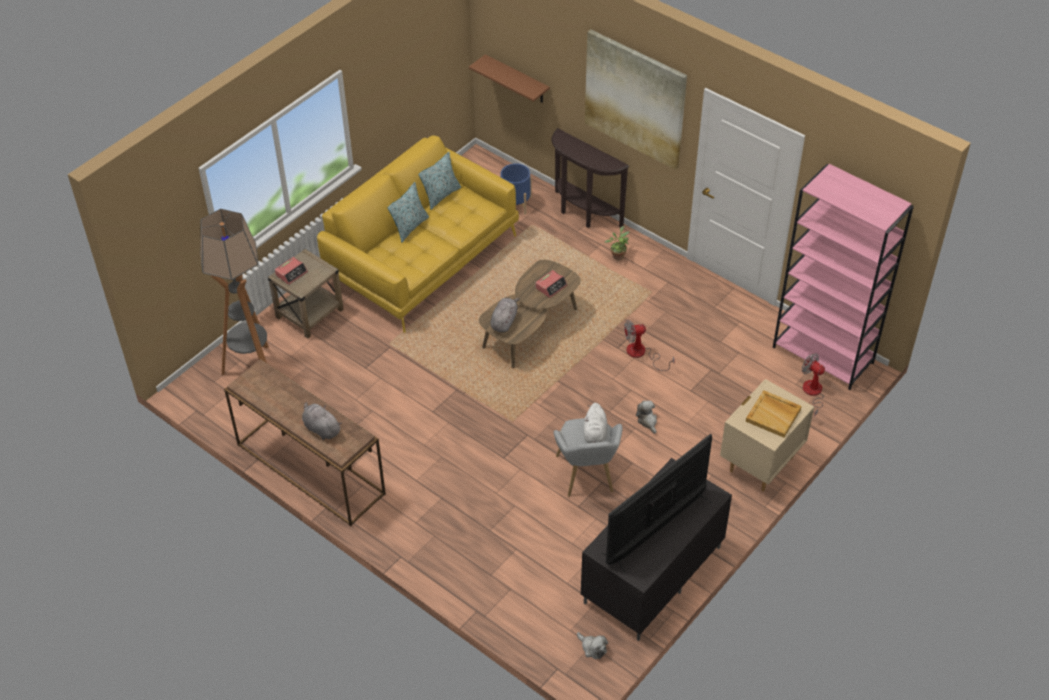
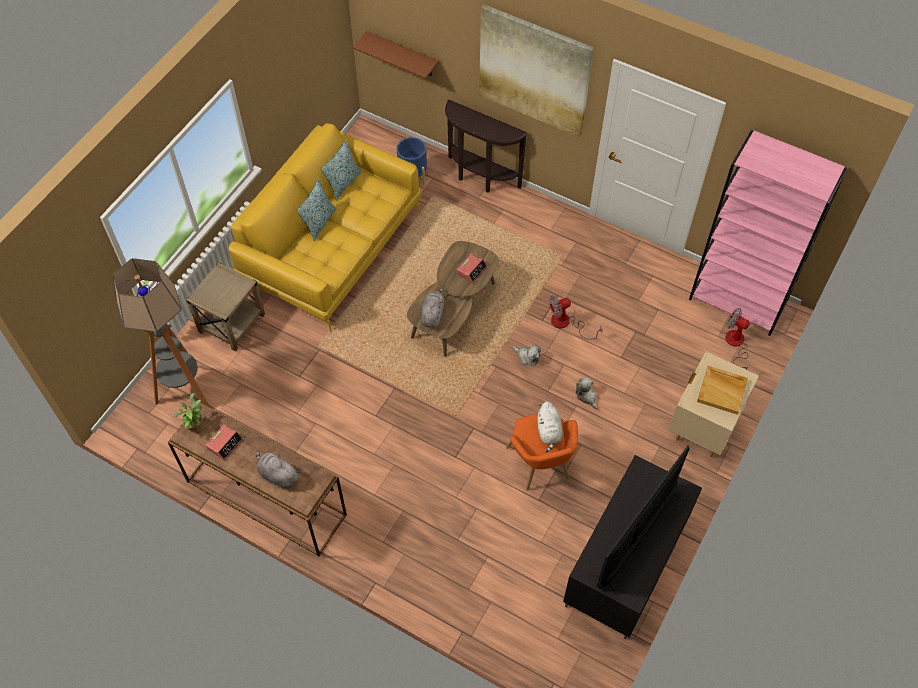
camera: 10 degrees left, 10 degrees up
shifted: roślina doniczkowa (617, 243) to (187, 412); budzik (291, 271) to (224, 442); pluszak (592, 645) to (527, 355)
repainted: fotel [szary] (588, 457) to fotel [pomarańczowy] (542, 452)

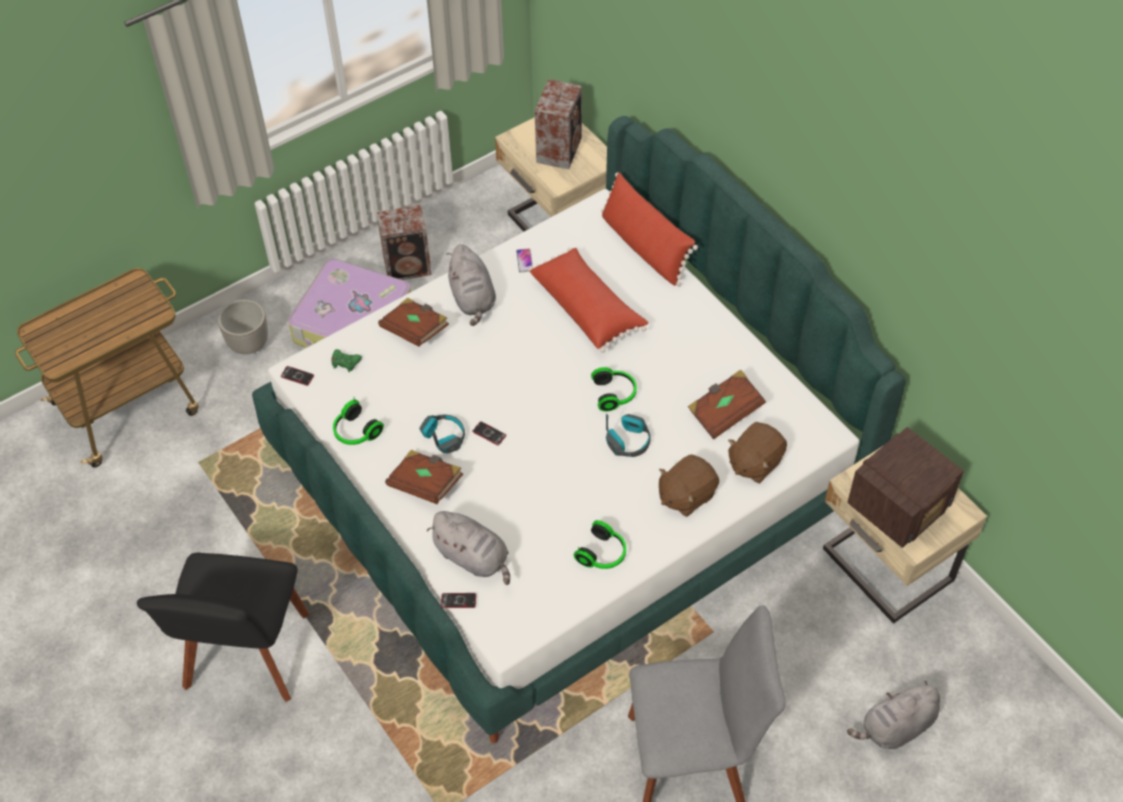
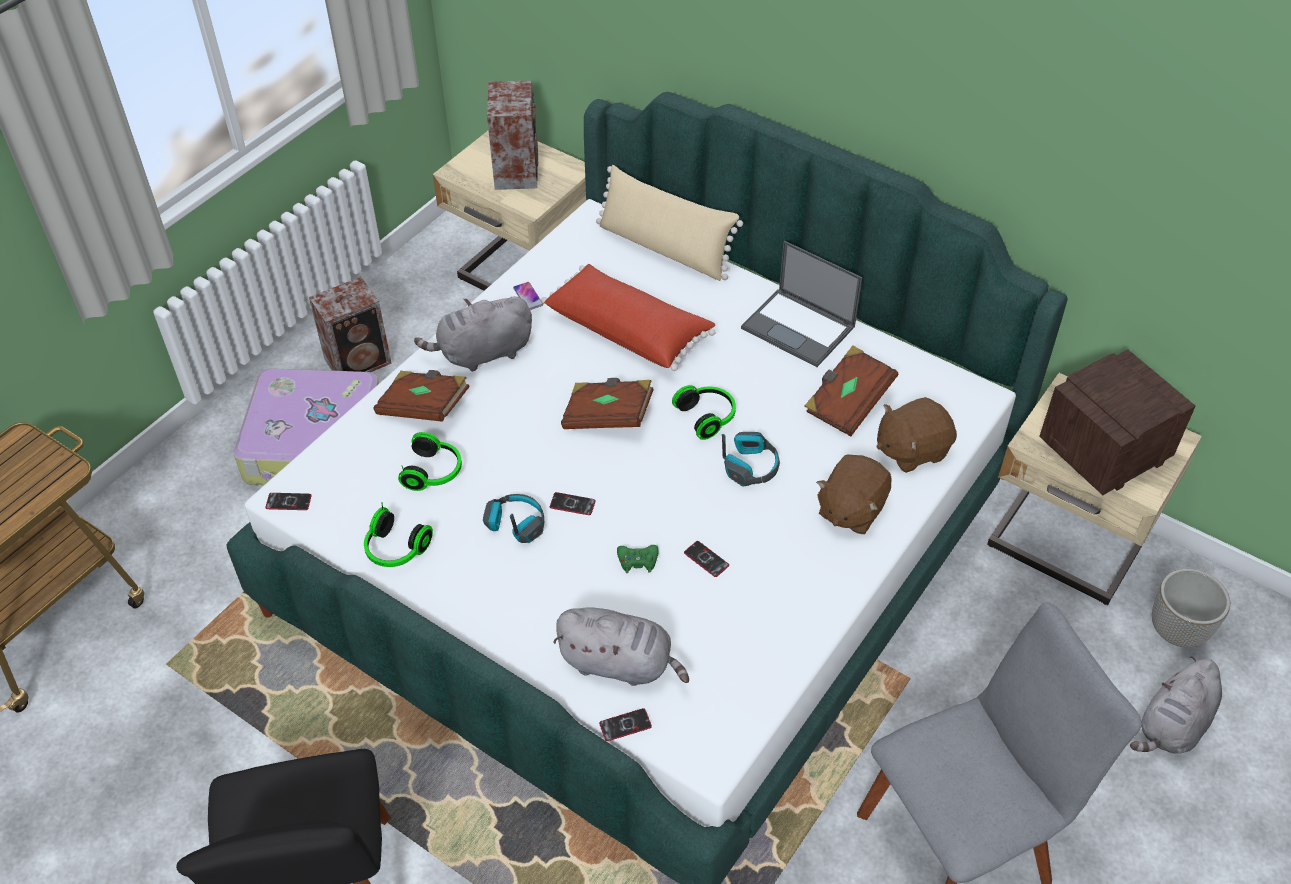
camera: 20 degrees left, 5 degrees down
new: telefon (706, 559); laptop (801, 304)
shifted: słuchawki (600, 544) to (430, 461); książka [brązowy] (424, 477) to (607, 403); pad do gier [zielony] (347, 360) to (638, 559); donica (243, 326) to (1191, 608)
repainted: poduszka [czerwony] (649, 229) to poduszka [beżowy] (669, 223)
rotated: pluszak [szary] (471, 285) = (473, 334) 105 degrees clockwise; pluszak [brązowy] (757, 452) = (917, 435) 45 degrees clockwise; radio (905, 487) = (1117, 422) 150 degrees counterclockwise

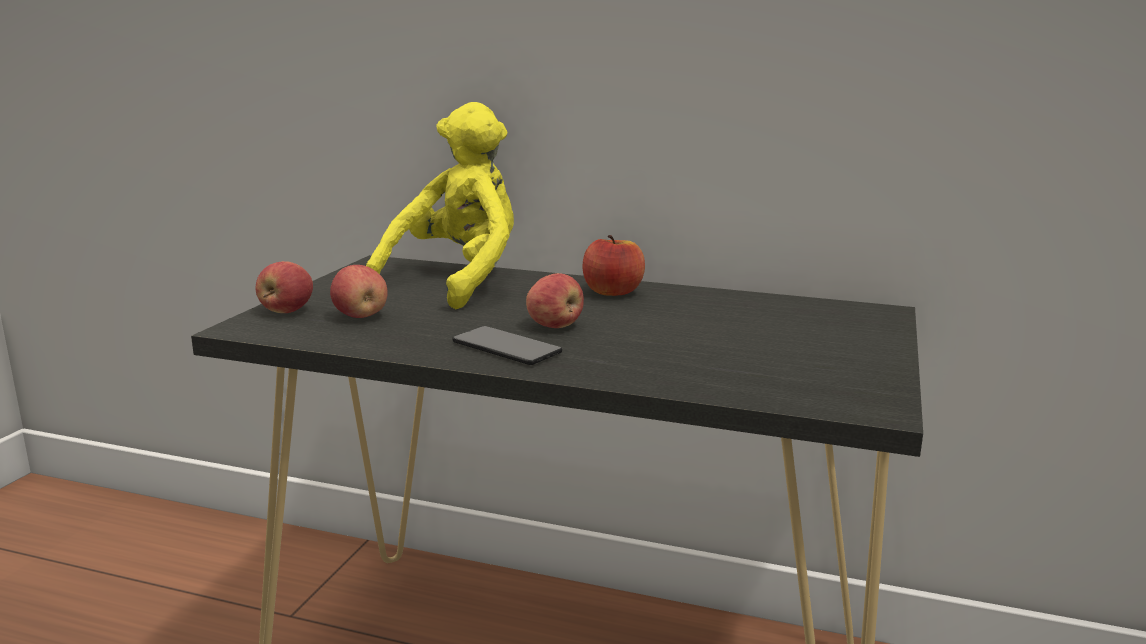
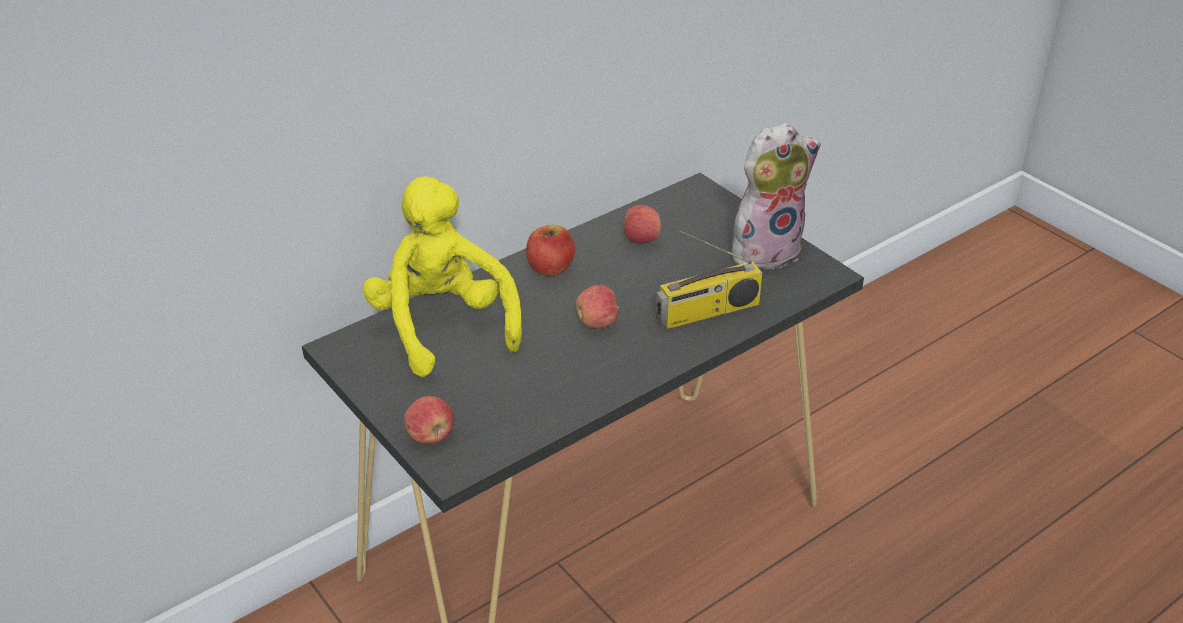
camera: 55 degrees left, 20 degrees up
gone: telefon (507, 345)
new: radio (709, 279); pluszak (776, 195)
shifted: jabłko (359, 291) to (642, 224)

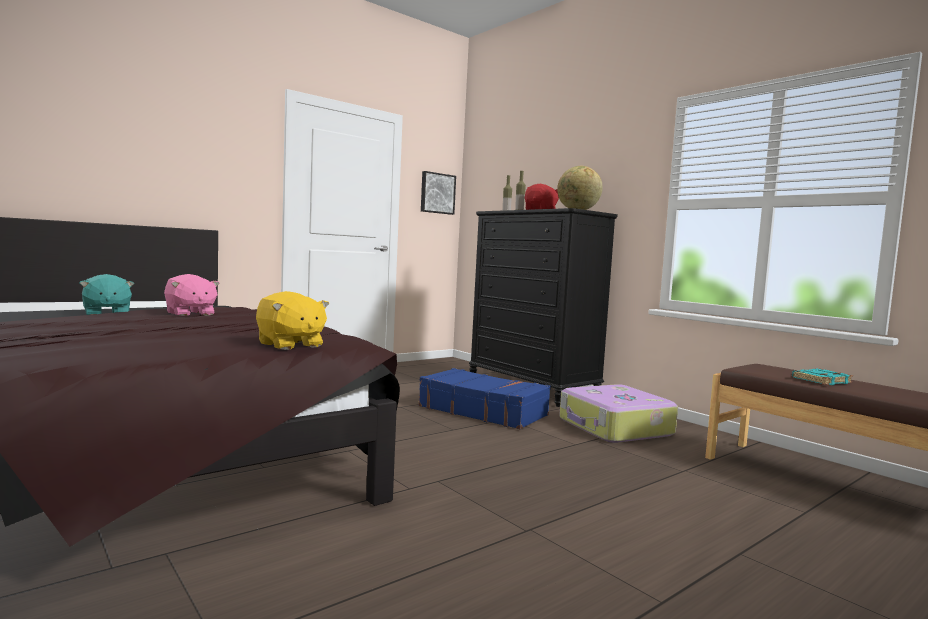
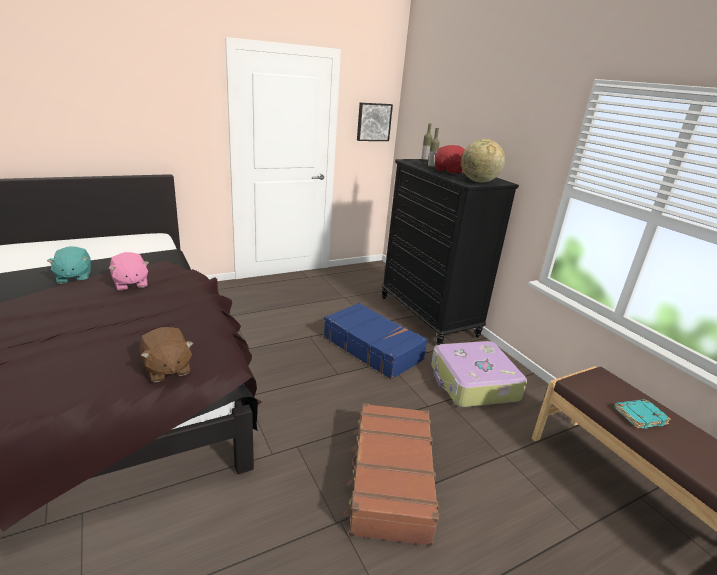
camera: 10 degrees right, 20 degrees up
new: walizka [brązowy] (391, 474)
repainted: pluszak [żółty] (292, 320) to pluszak [brązowy] (166, 355)

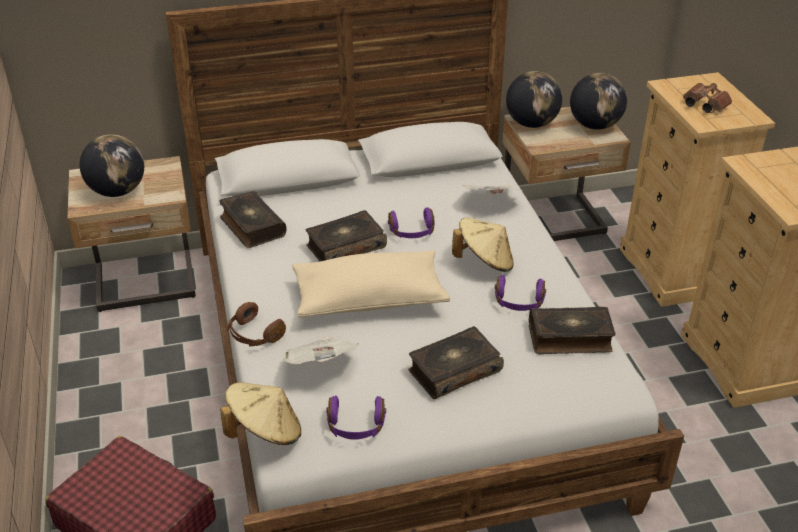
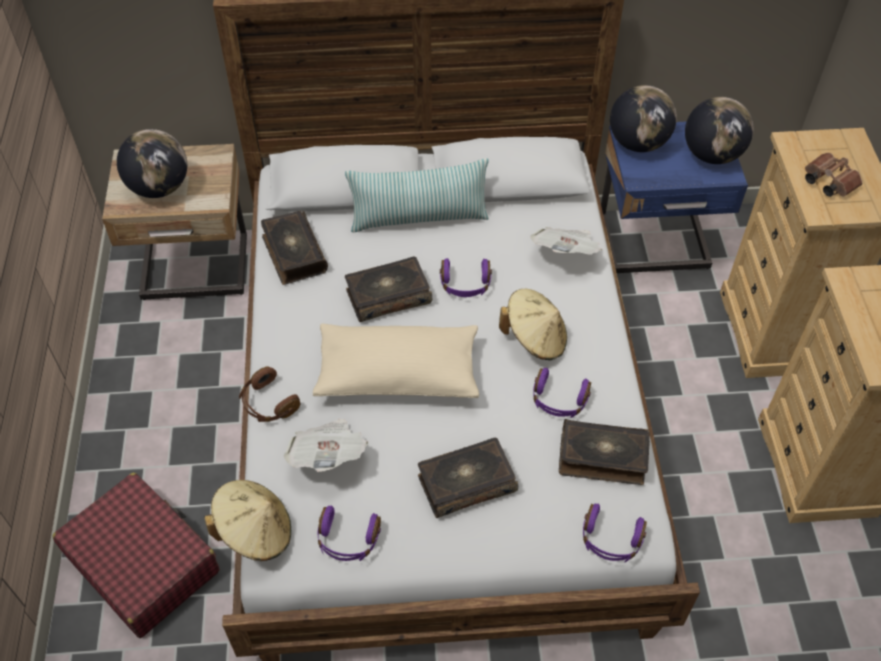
camera: 10 degrees right, 15 degrees up
new: poduszka (417, 195); słuchawki [fioletowy] (615, 533)
repainted: szafka nocna [beżowy] (566, 174) to szafka nocna [niebieski] (674, 197)

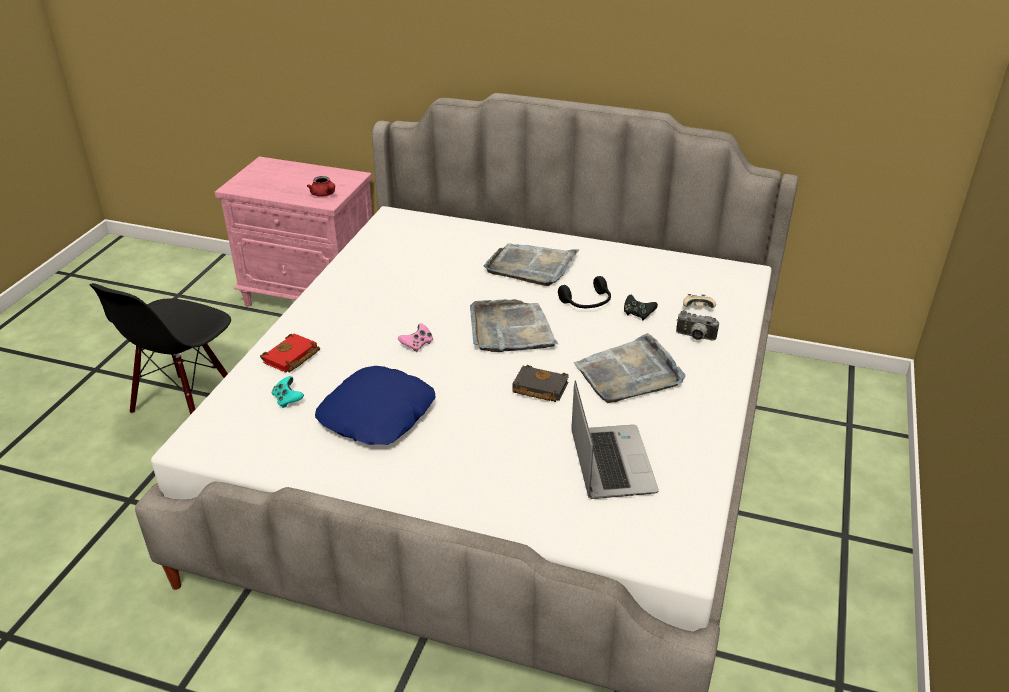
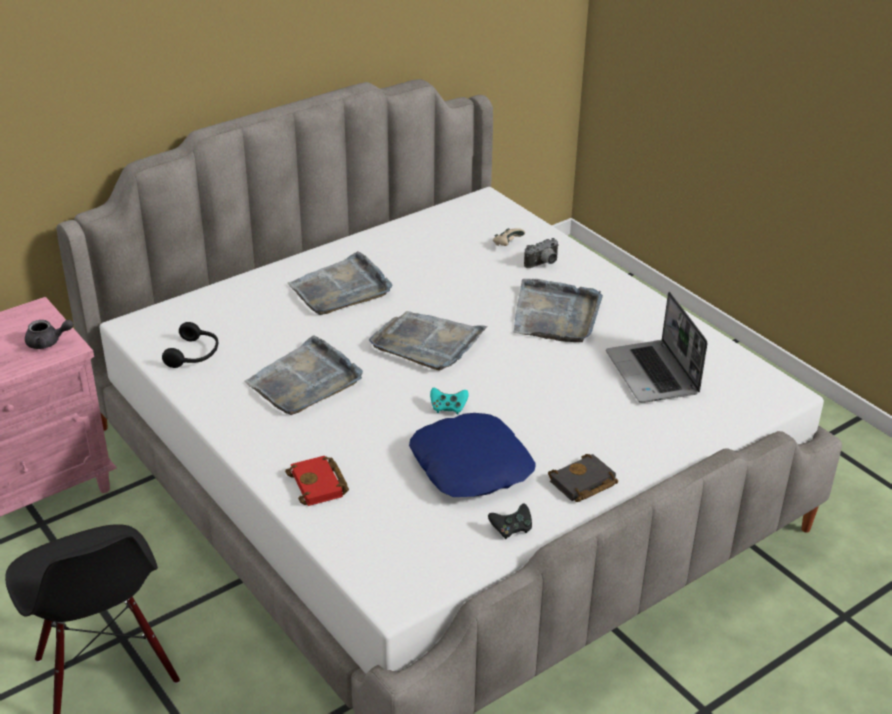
camera: 55 degrees left, 0 degrees up
gone: pad do gier [różowy] (415, 337)
new: taca [szary] (303, 375)
shifted: słuchawki [czarny] (584, 292) to (190, 345); pad do gier [turkusowy] (288, 392) to (449, 401); pad do gier [czarny] (641, 307) to (510, 521); książka [czarny] (540, 383) to (583, 478)
repainted: imbryk [czerwony] (321, 186) to imbryk [szary] (49, 334)
rotated: laptop (615, 440) = (656, 347) 135 degrees counterclockwise

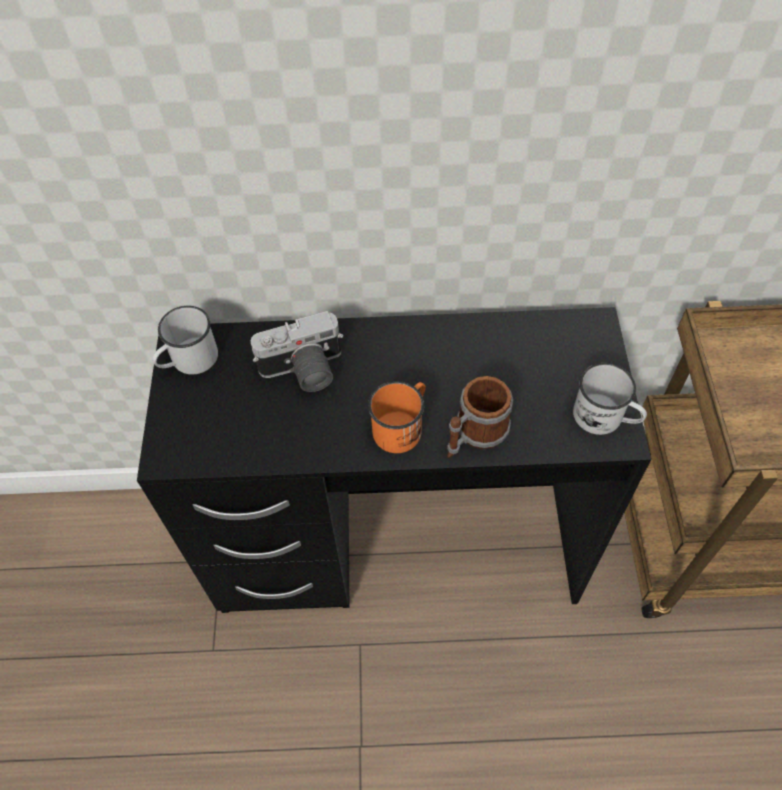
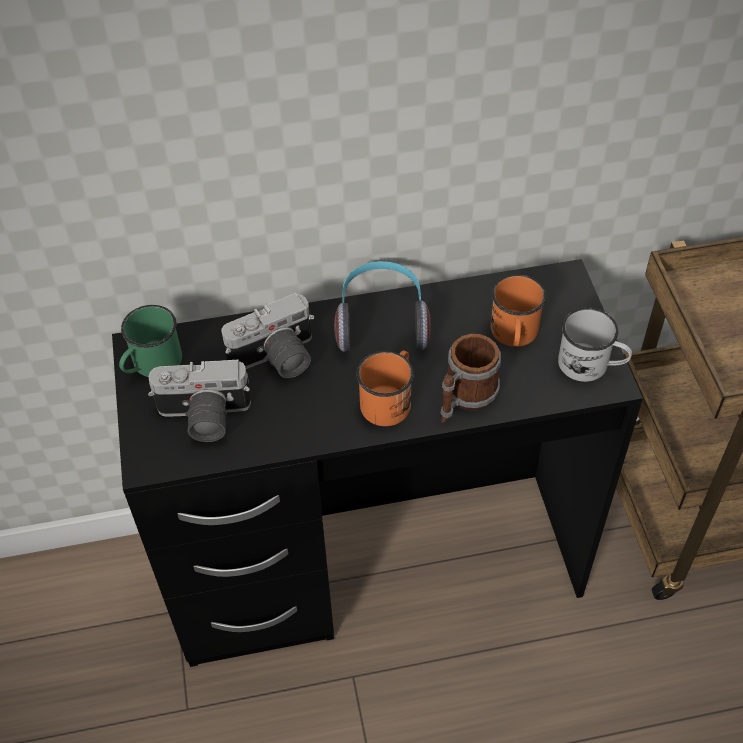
camera: 10 degrees left, 5 degrees down
new: aparat fotograficzny (199, 401); słuchawki (382, 306); kubek [pomarańczowy] (518, 310)
repainted: kubek [biały] (185, 340) to kubek [zielony] (150, 341)

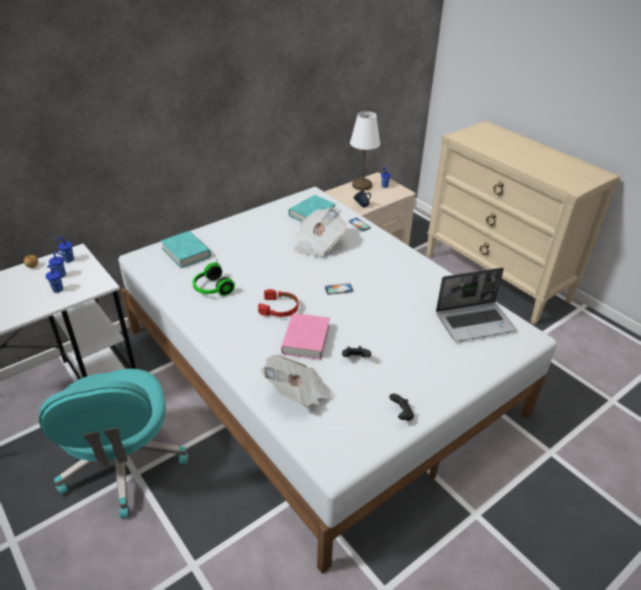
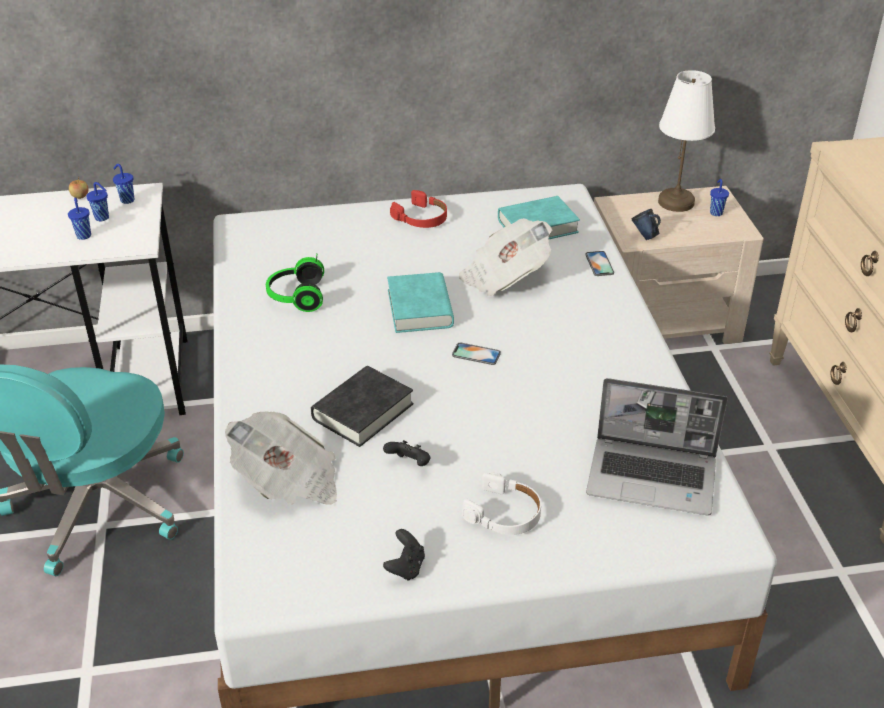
camera: 30 degrees right, 0 degrees up
new: słuchawki [biały] (501, 503)
shifted: książka [turkusowy] (186, 249) to (420, 302); słuchawki [czerwony] (278, 303) to (418, 209)
repainted: książka [różowy] (305, 336) to książka [czarny] (362, 406)

